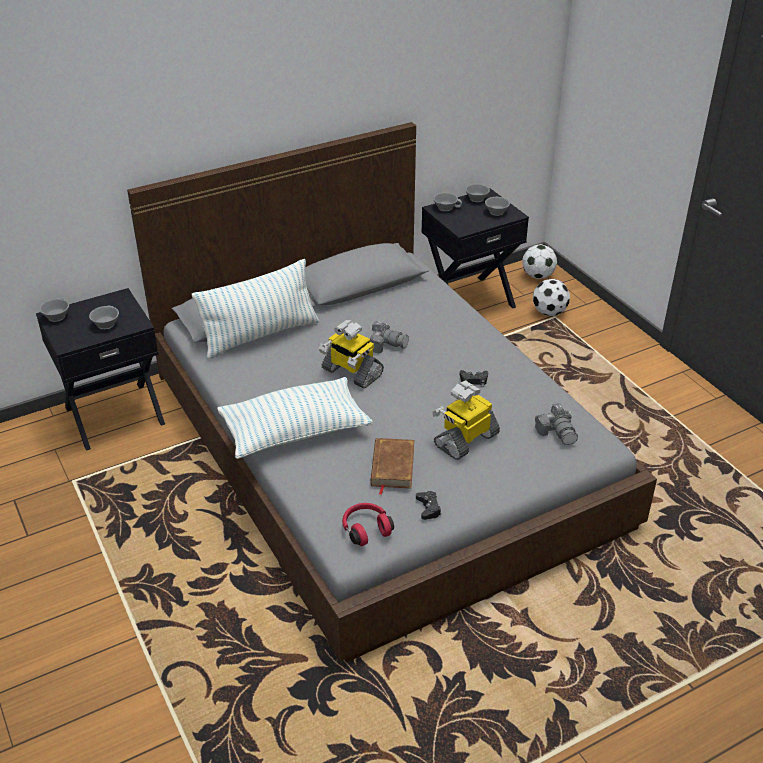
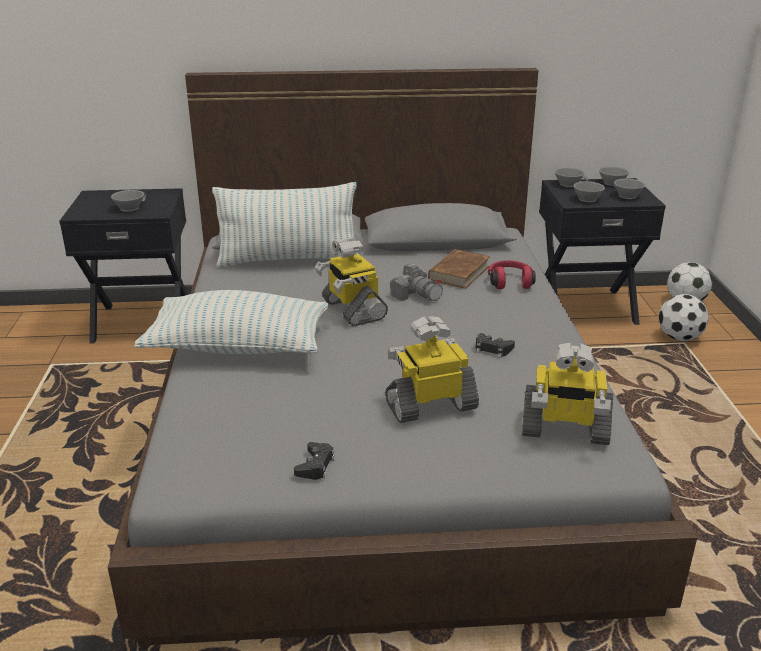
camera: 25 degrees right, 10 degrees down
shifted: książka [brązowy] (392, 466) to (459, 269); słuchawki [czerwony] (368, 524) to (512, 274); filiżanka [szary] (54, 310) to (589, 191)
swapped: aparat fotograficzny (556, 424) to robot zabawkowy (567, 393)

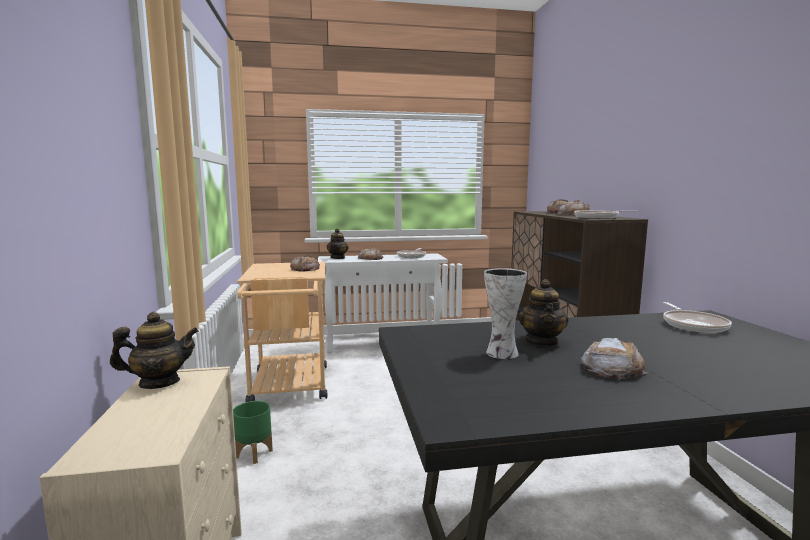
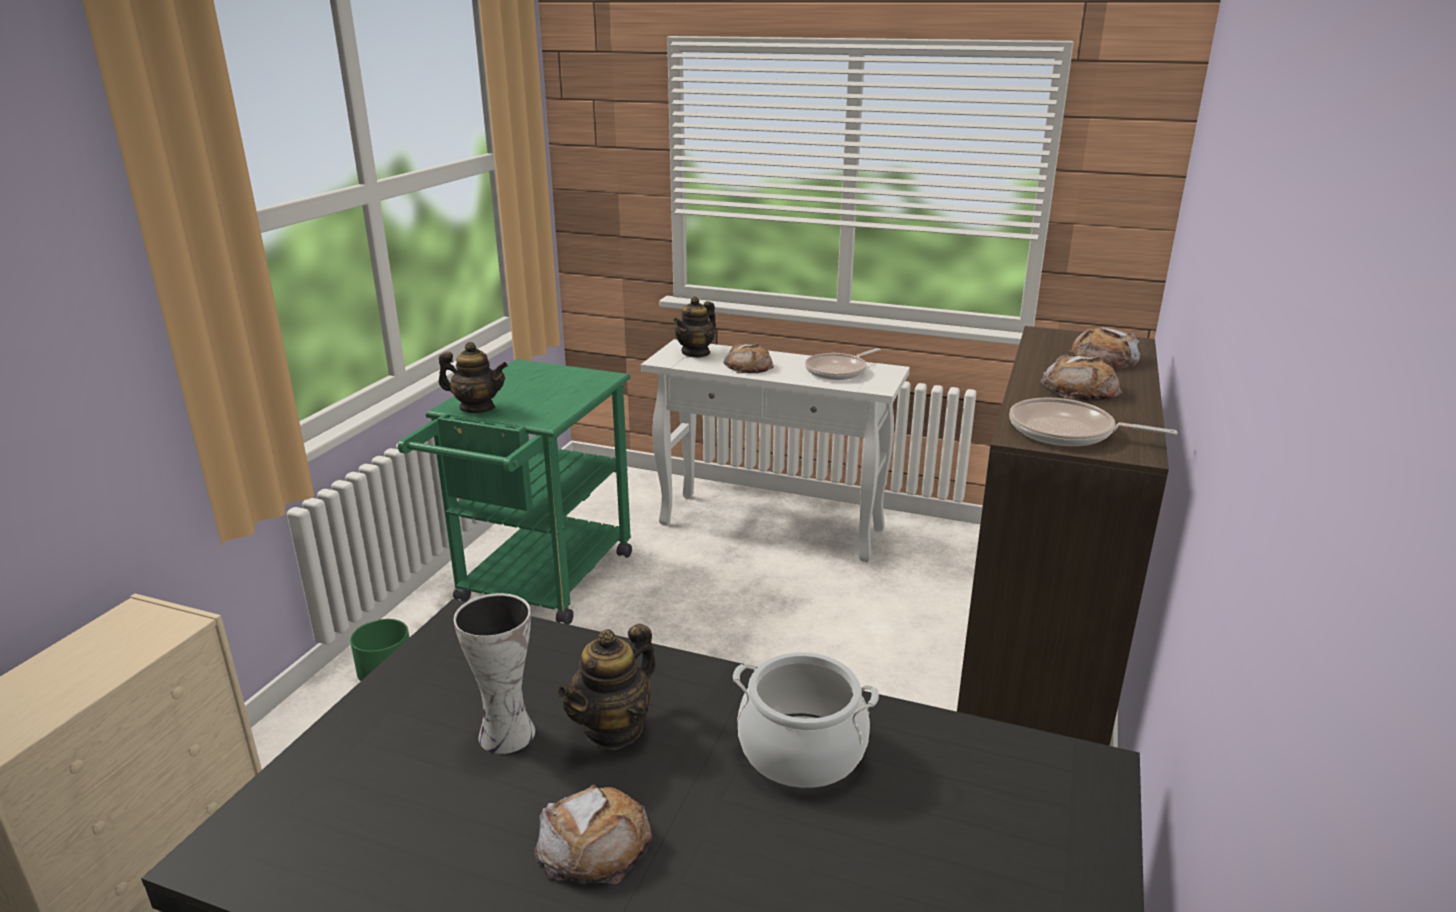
camera: 30 degrees right, 15 degrees up
gone: chleb (305, 263); patelnia (697, 317)
new: garnek (806, 720)
shifted: imbryk (154, 350) to (473, 377)
repainted: wózek [beżowy] (282, 332) to wózek [zielony] (515, 492)

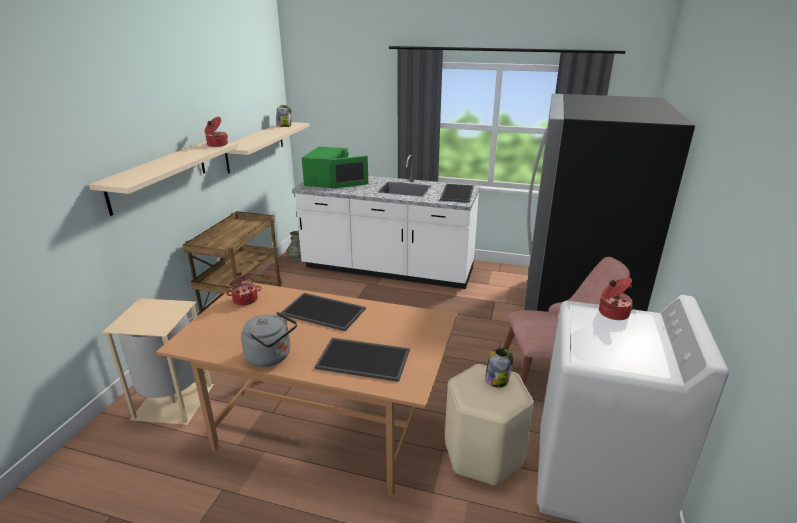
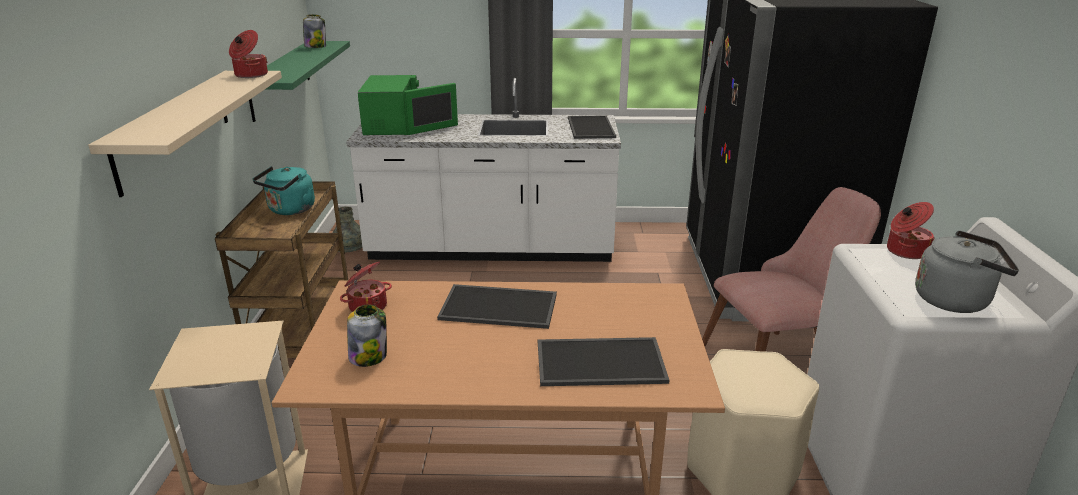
camera: 15 degrees left, 0 degrees up
new: czajnik [turkusowy] (283, 190)
shifted: słoik (499, 368) to (367, 336); czajnik [szary] (269, 339) to (967, 272)
repainted: półka [beżowy] (267, 147) to półka [zielony] (299, 81)

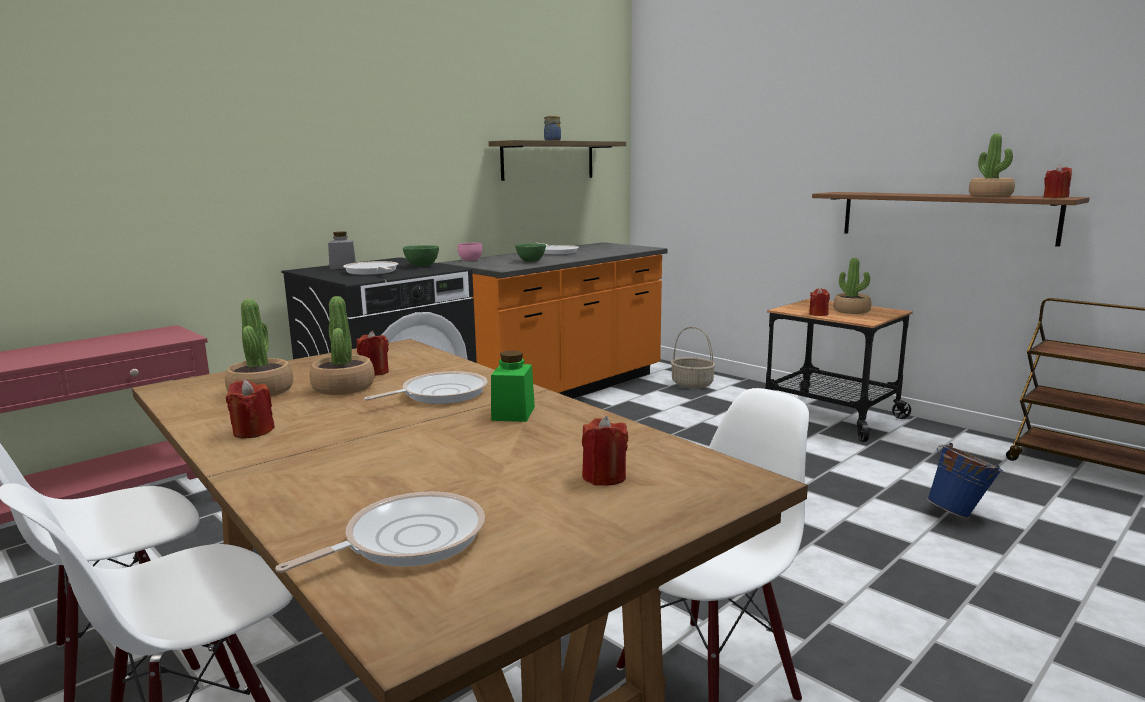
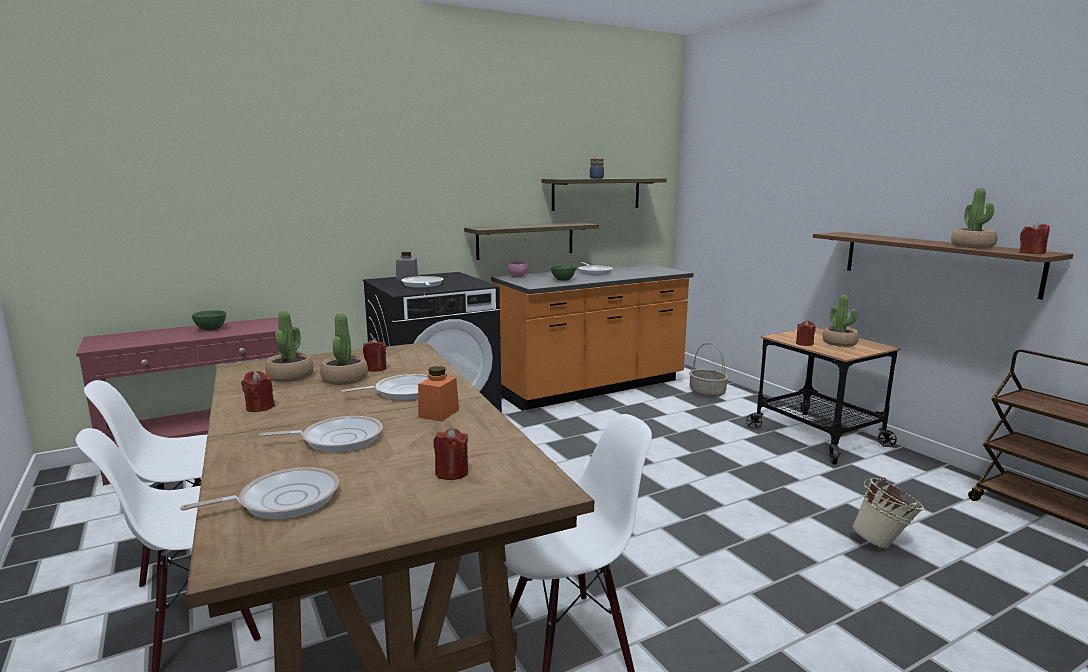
camera: 15 degrees right, 0 degrees up
new: patelnia (321, 434); półka (531, 241)
shifted: miska [zielony] (421, 256) to (209, 320)
repainted: słoik [zielony] (513, 386) to słoik [pomarańczowy] (438, 394); wiadro [niebieski] (965, 481) to wiadro [beżowy] (888, 513)

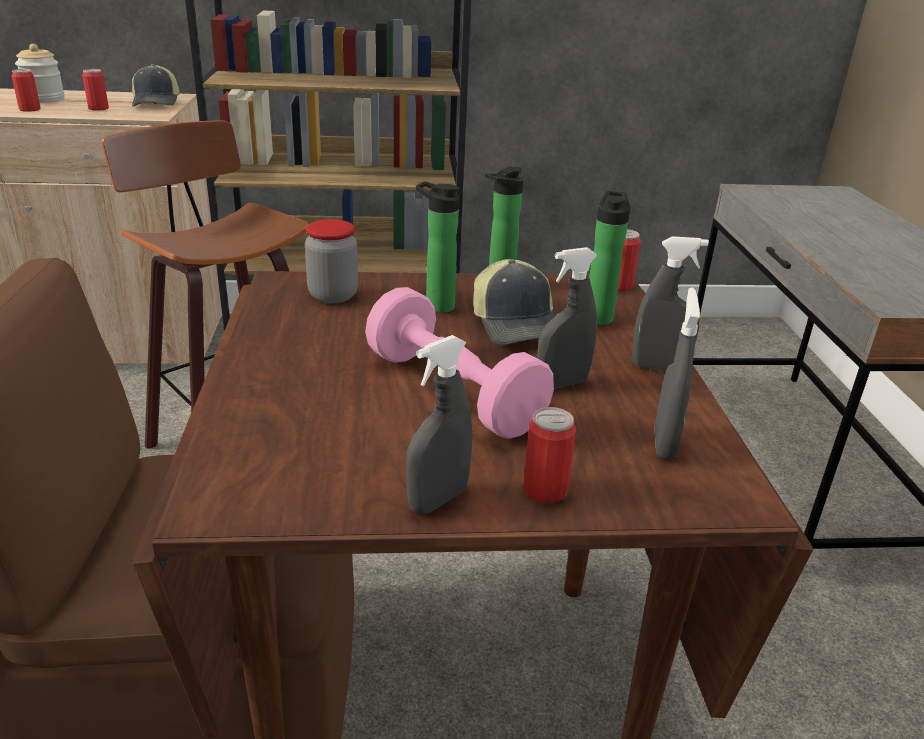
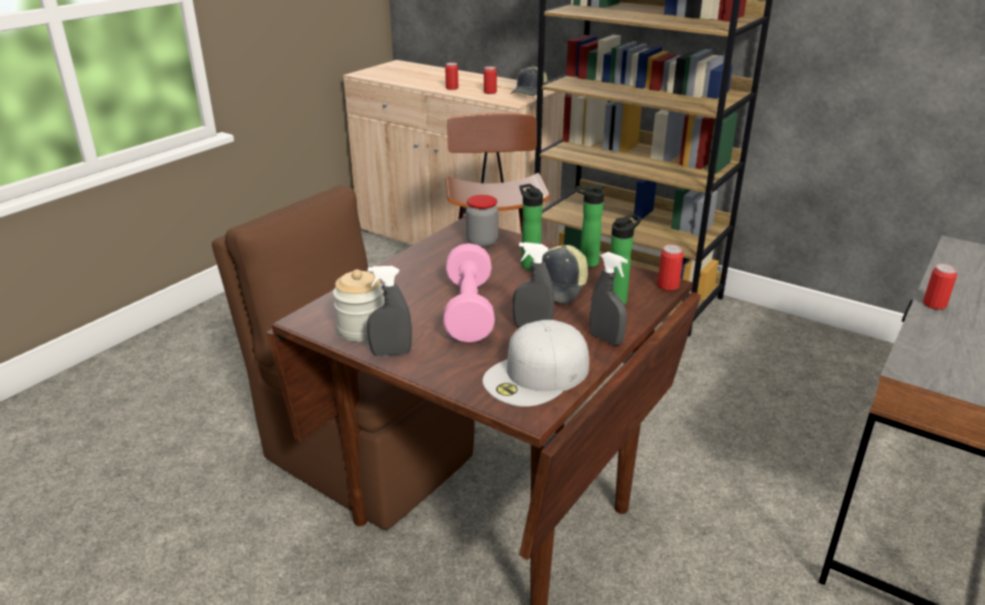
camera: 40 degrees right, 0 degrees up
shifted: słoik (40, 73) to (359, 305); puszka (549, 455) to (940, 287)
swapped: spryskiwacz [szary] (677, 373) to czapka z daszkiem [biały] (535, 363)

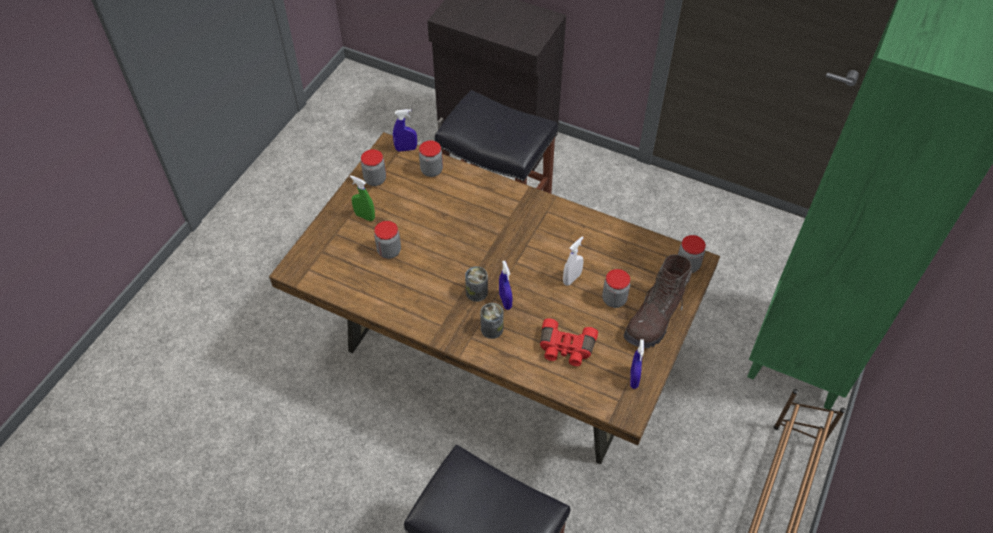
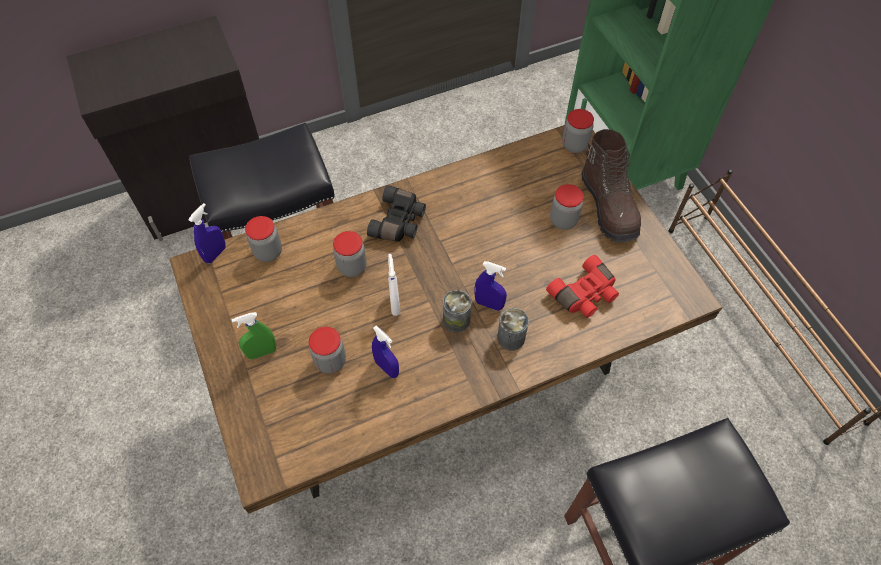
camera: 50 degrees left, 5 degrees up
new: lornetka [czarny] (396, 213)
shifted: słoik (373, 167) to (350, 254); spryskiwacz [niebieski] (637, 364) to (385, 352); spryskiwacz [biały] (573, 261) to (394, 285)

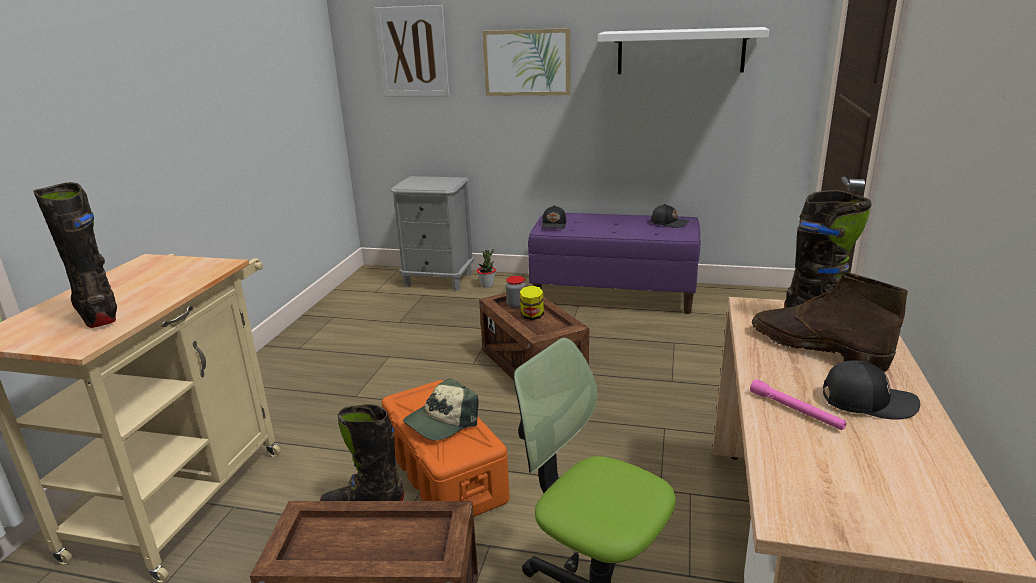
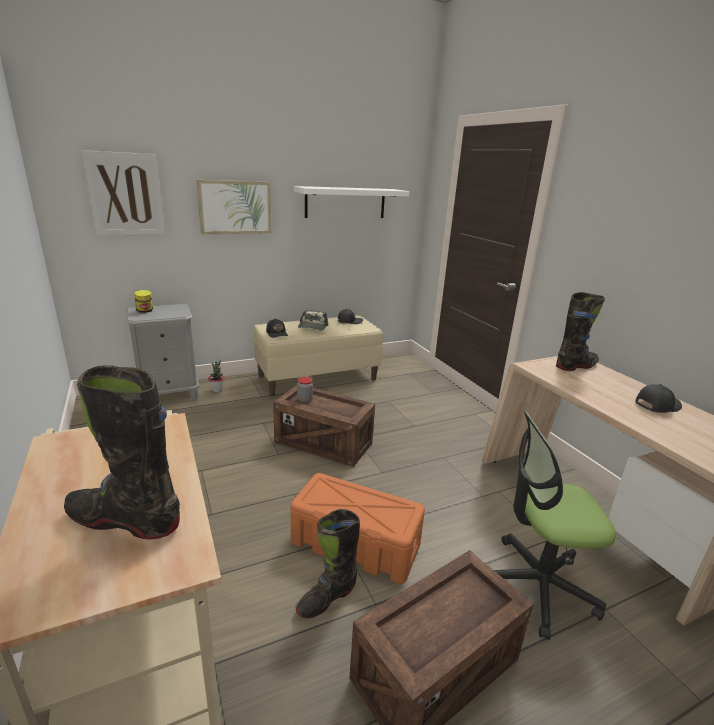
camera: 40 degrees left, 0 degrees up
gone: latarka [różowy] (798, 404); but z cholewką [brązowy] (830, 322)
shifted: słoik (532, 303) to (143, 301); czapka z daszkiem (441, 409) to (313, 320)
repainted: ławka [fioletowy] (614, 263) to ławka [beżowy] (318, 355)

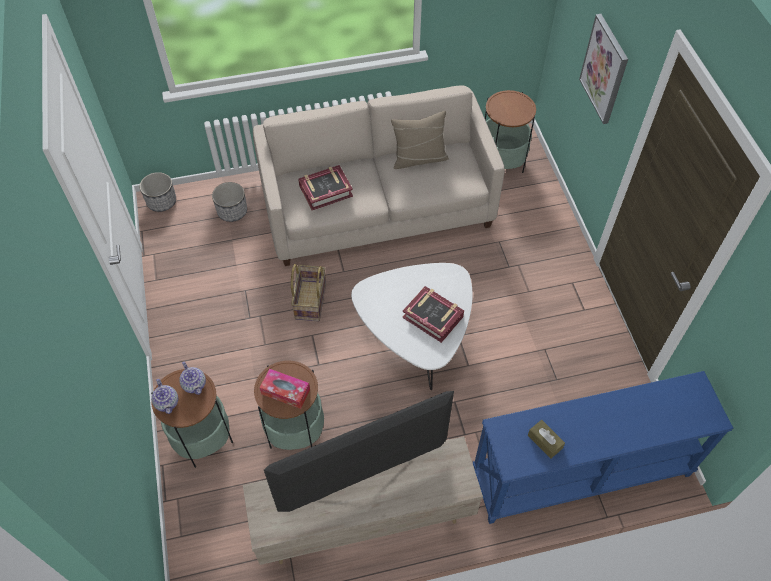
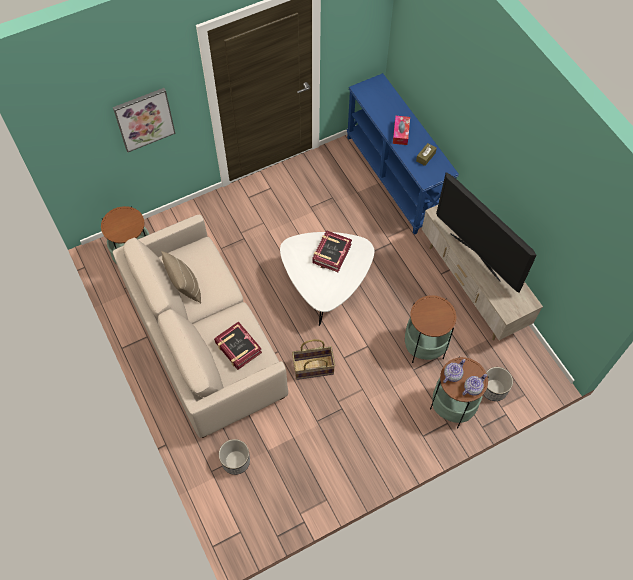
camera: 105 degrees left, 5 degrees up
shifted: pudełko chusteczek (284, 389) to (401, 130); donica (158, 192) to (498, 384)

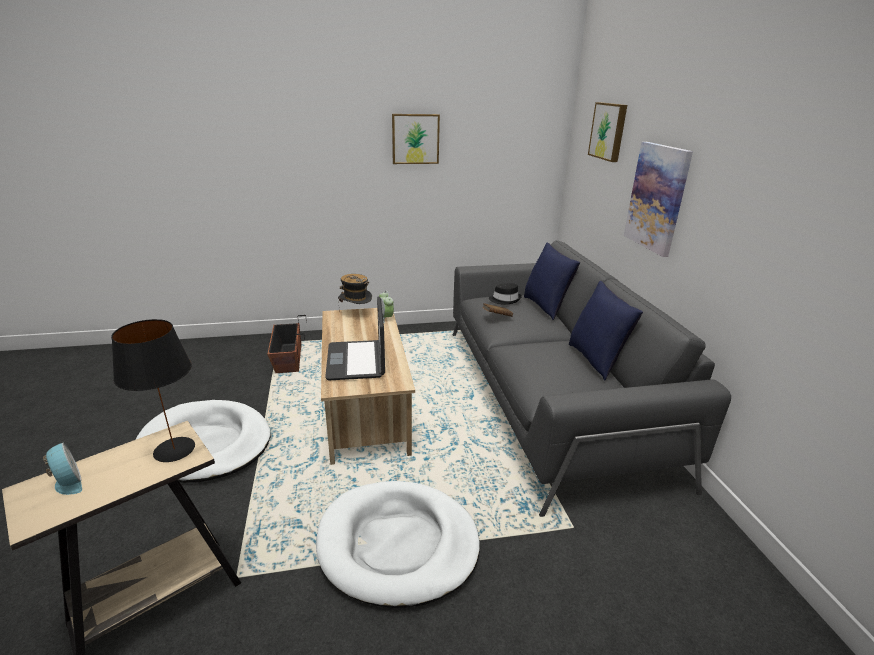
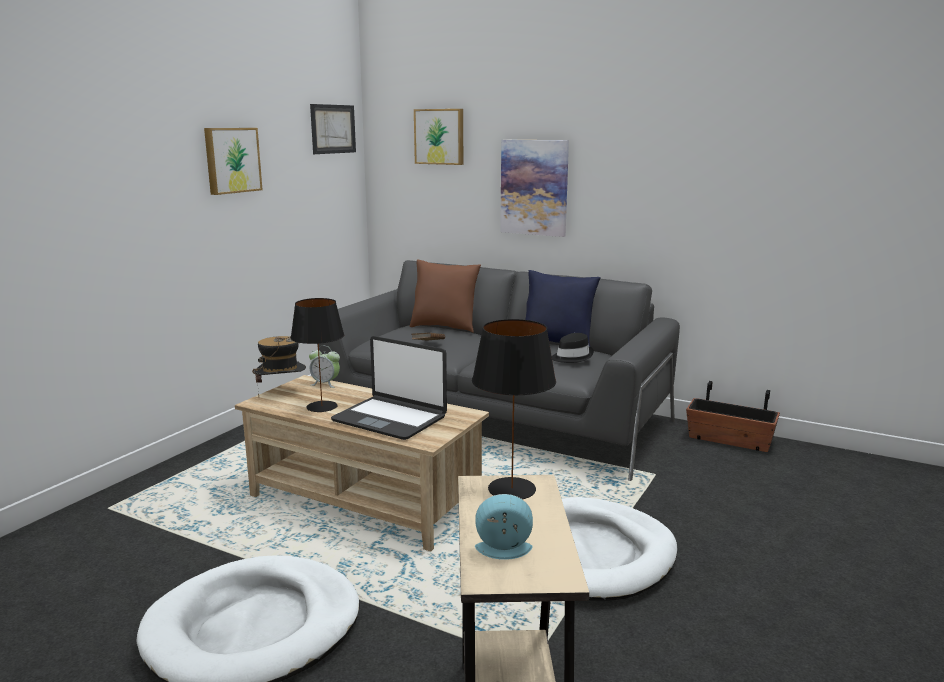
camera: 50 degrees left, 10 degrees down
new: lampa stołowa [czarny] (317, 355); obraz (333, 129)
shifted: kapelusz [czarny] (505, 293) to (573, 348); donica (287, 344) to (733, 416)
repainted: poduszka [niebieski] (552, 281) to poduszka [brązowy] (445, 296)

